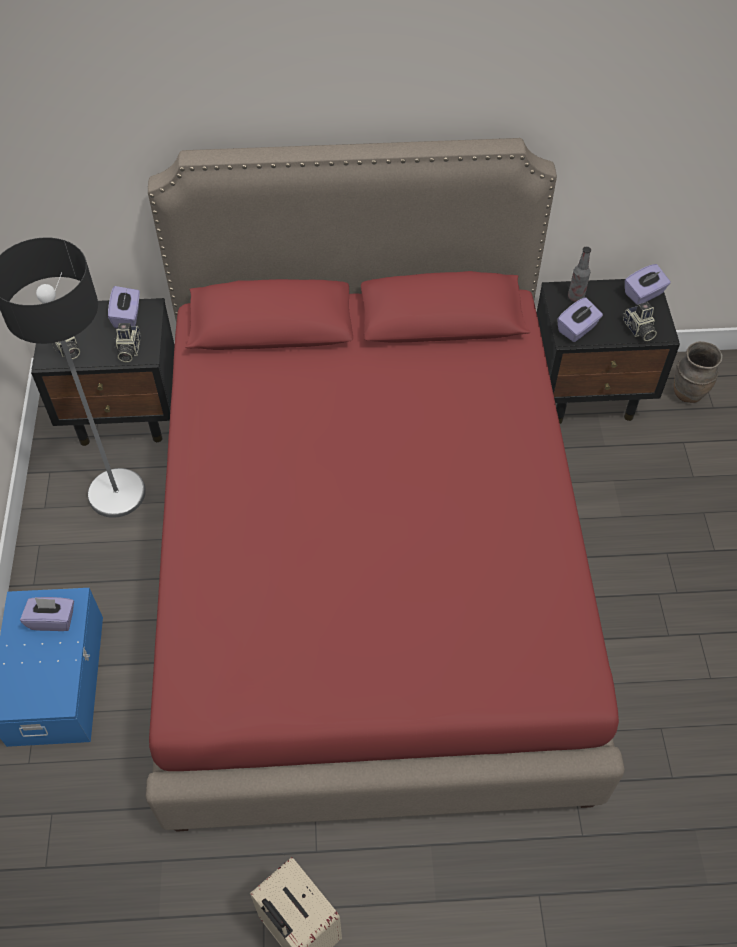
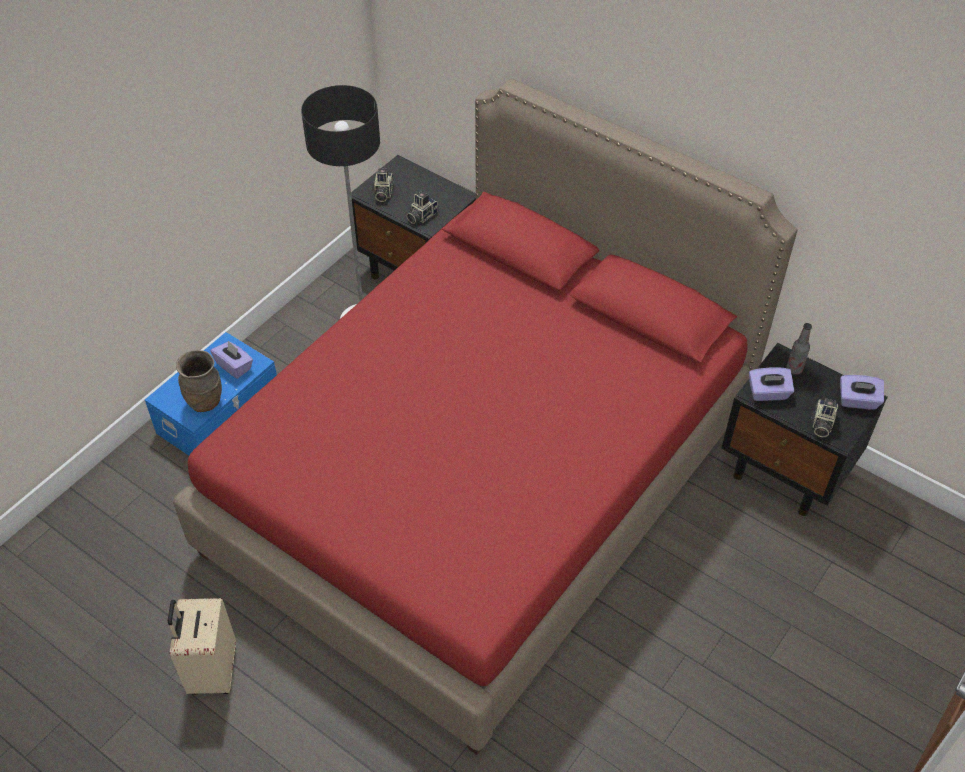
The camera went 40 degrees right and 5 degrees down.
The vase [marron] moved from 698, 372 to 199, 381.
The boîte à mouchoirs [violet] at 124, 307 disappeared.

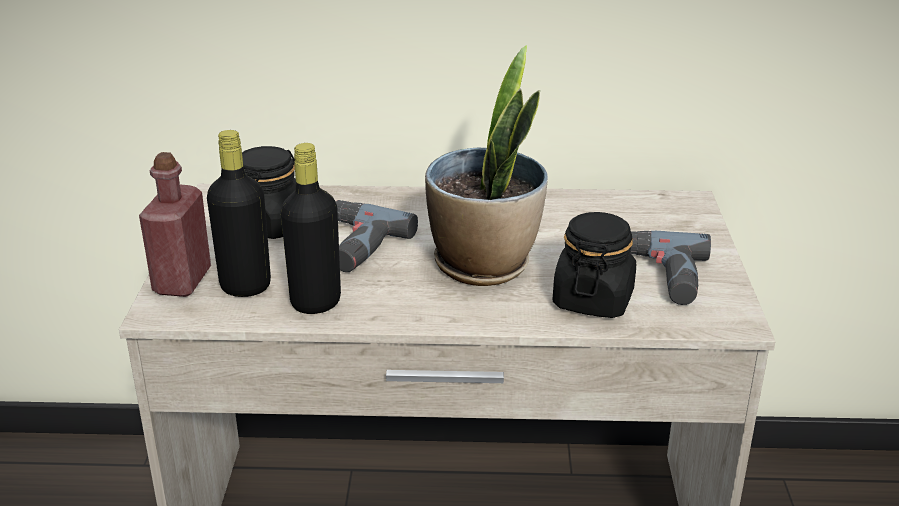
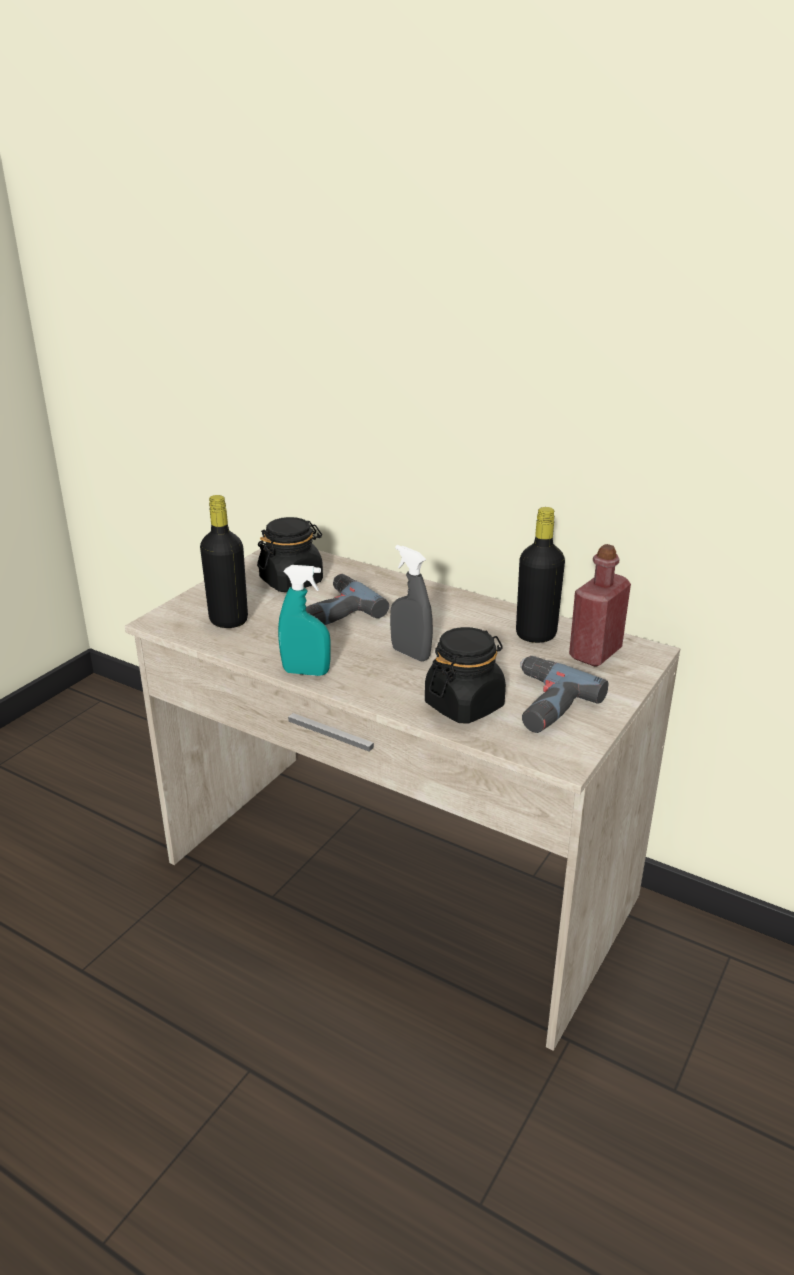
The camera went 30 degrees right and 0 degrees up.
The vaporisateur [turquoise] at 304, 620 appeared.
The plante en pot at 486, 165 was replaced by the vaporisateur [gris] at 411, 603.
The bouteille [noir] moved from 311, 228 to 540, 575.
The bouteille [rouge] moved from 175, 224 to 600, 605.

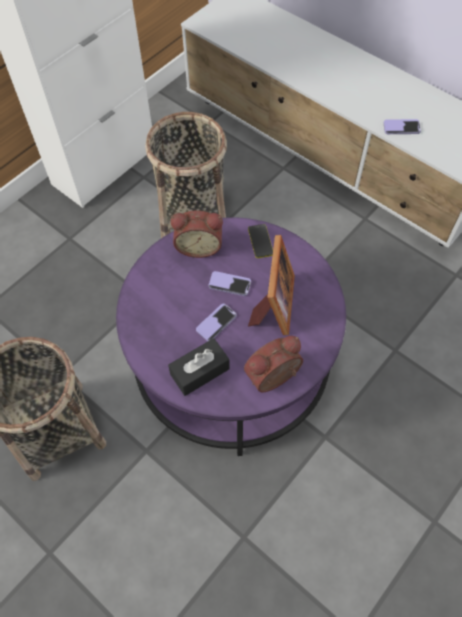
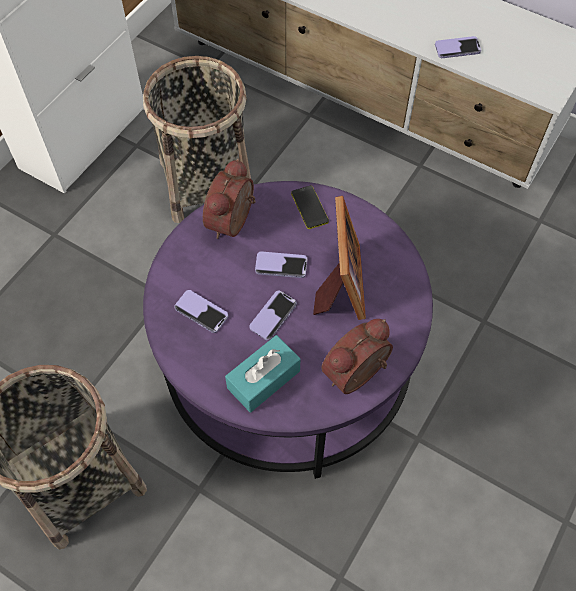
The camera went 10 degrees left and 0 degrees up.
The téléphone at 201, 311 appeared.
The réveil at 196, 234 turned 120 degrees clockwise.
The boîte à mouchoirs [noir] at 199, 367 became the boîte à mouchoirs [turquoise] at 262, 373.

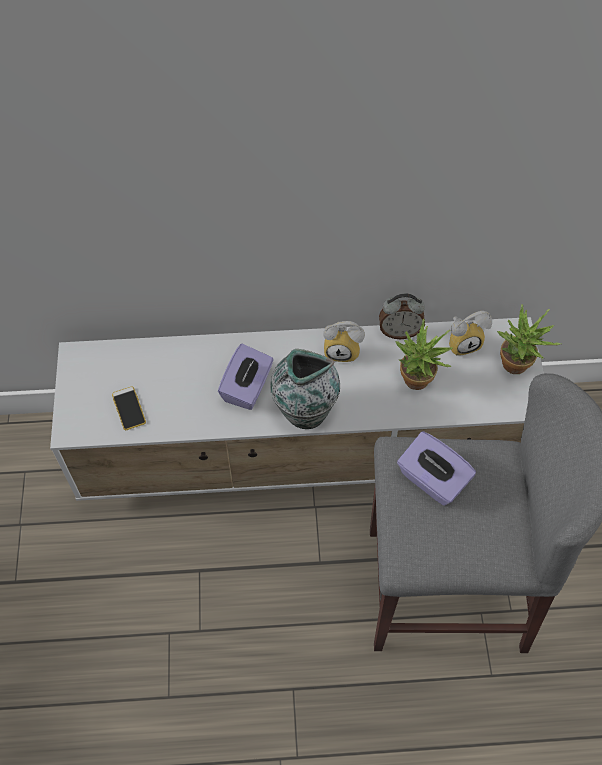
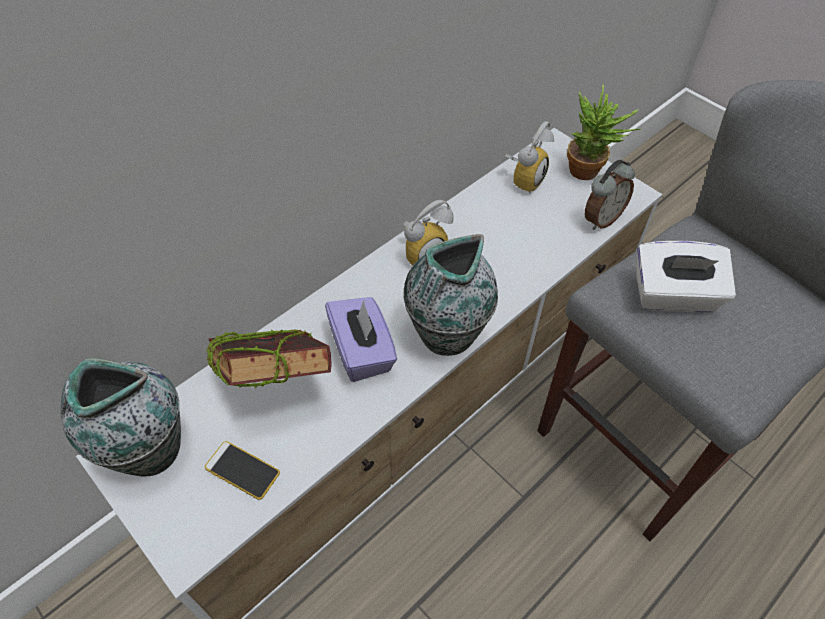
The camera went 40 degrees left and 5 degrees down.
The vase at 120, 417 appeared.
The livre at 269, 359 appeared.
The réveil moved from 402, 316 to 610, 195.
The boîte à mouchoirs [violet] at 436, 468 became the boîte à mouchoirs [blanc] at 686, 277.
The plante en pot at 424, 354 disappeared.

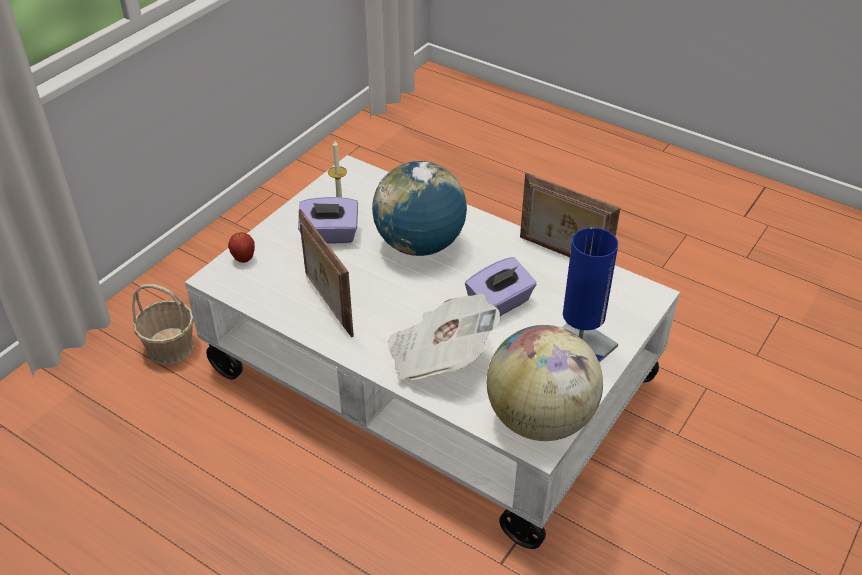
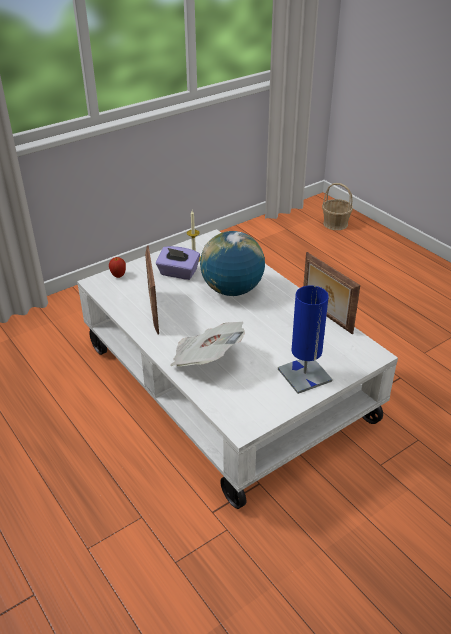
The camera went 20 degrees right and 5 degrees down.
The panier moved from 163, 324 to 337, 206.
The boîte à mouchoirs [violet] at 501, 286 disappeared.
The globe at 545, 383 disappeared.

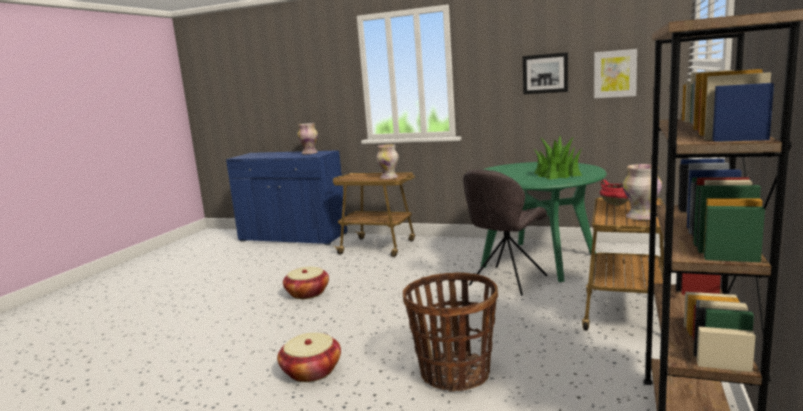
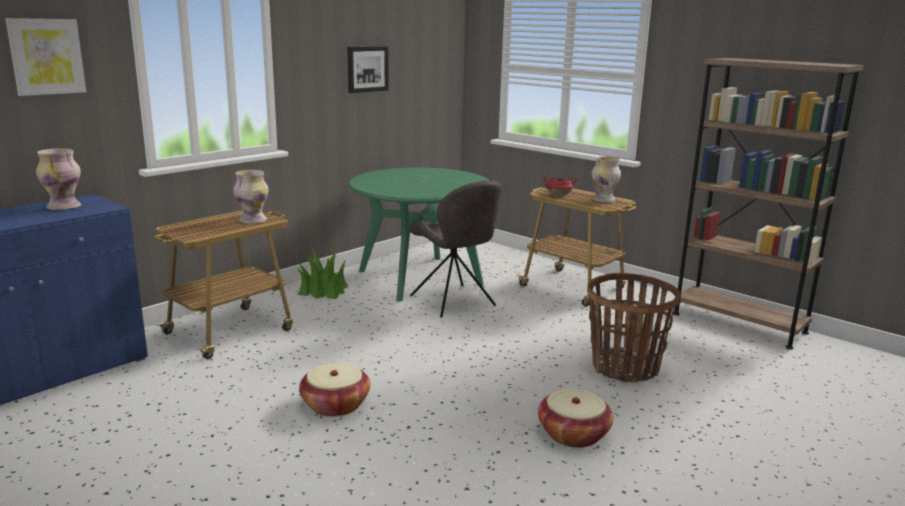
The camera went 70 degrees left and 5 degrees up.
The tableau moved from 615, 73 to 45, 57.
The plante en pot moved from 558, 158 to 322, 274.

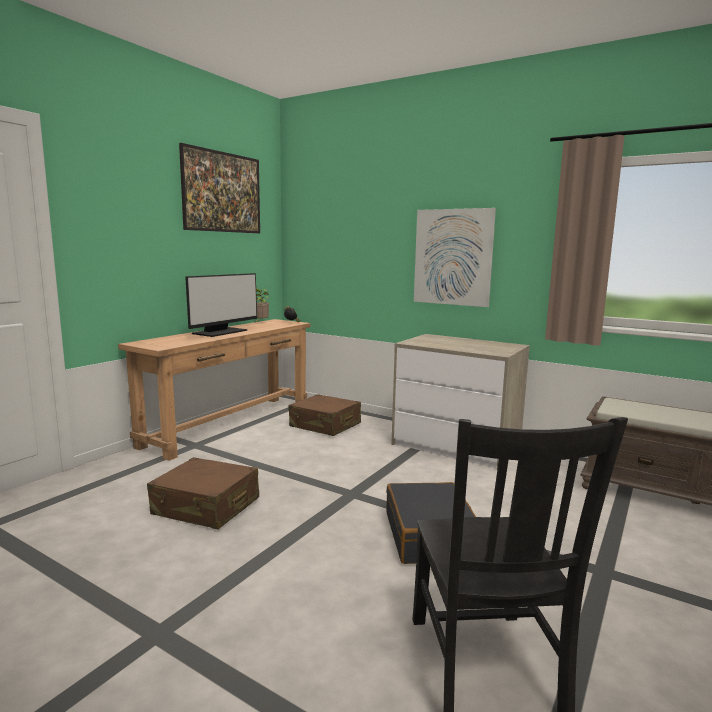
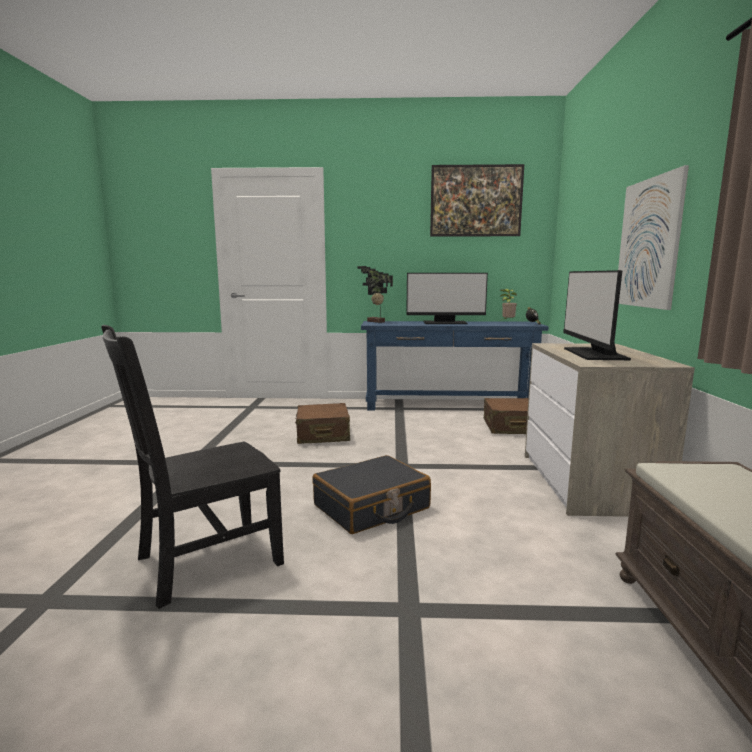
The camera went 60 degrees right and 0 degrees up.
The plante en pot at 375, 294 appeared.
The table console [marron] at 214, 390 became the table console [bleu] at 455, 365.
The écran d'ordinateur at 597, 315 appeared.

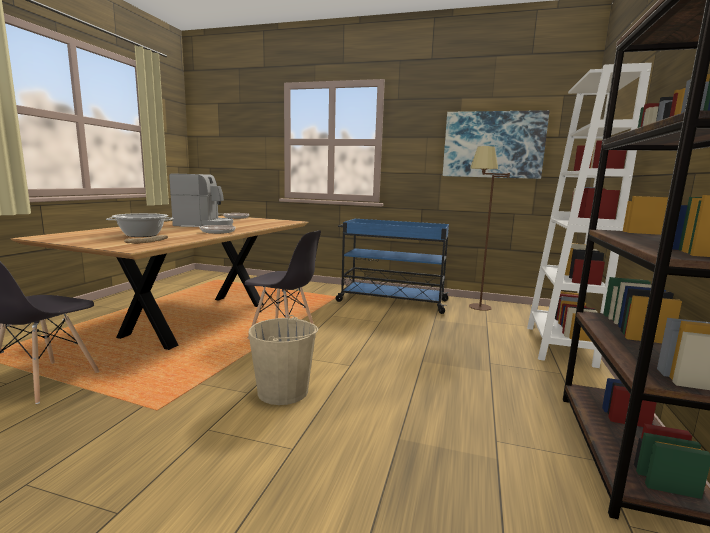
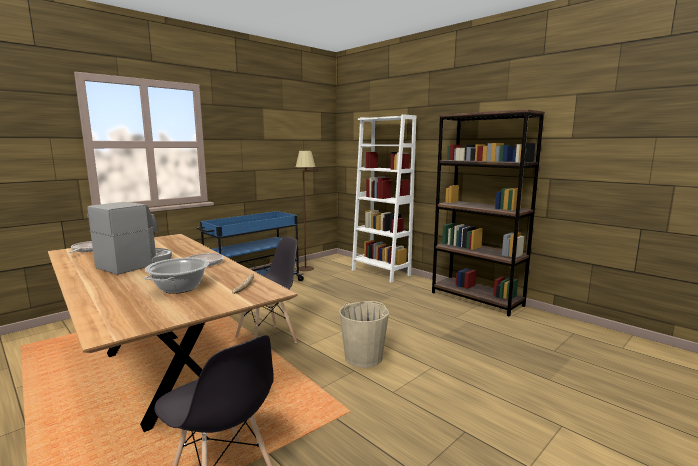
The camera went 60 degrees left and 0 degrees up.
The tableau at 496, 144 disappeared.

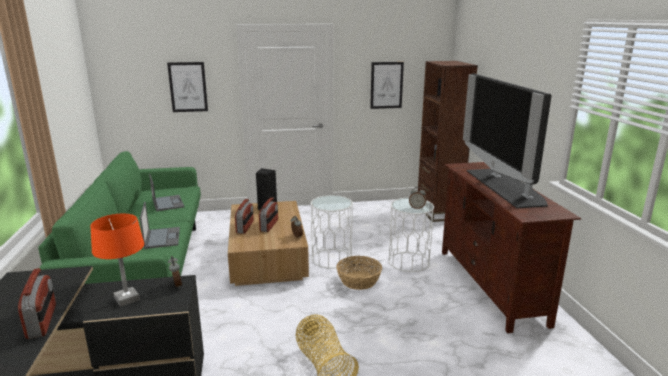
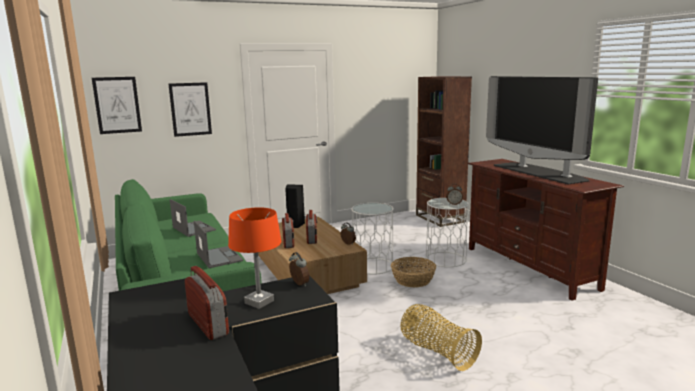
The camera went 15 degrees left and 5 degrees down.
The tableau moved from 387, 85 to 117, 105.

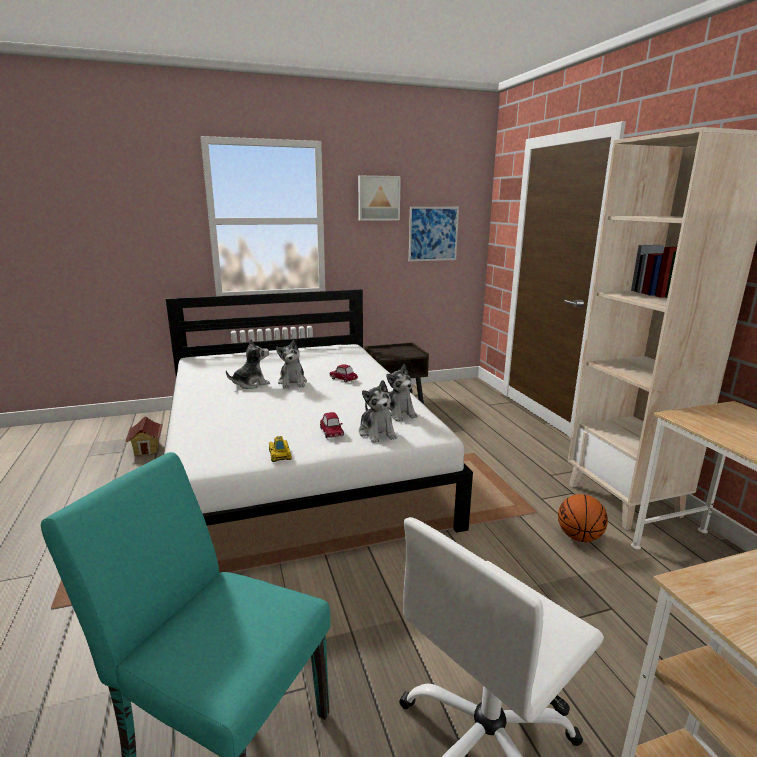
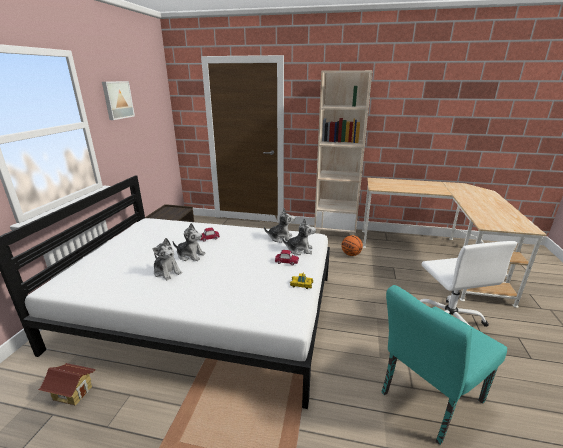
The camera went 60 degrees left and 5 degrees up.
The peluche at 248, 364 turned 135 degrees clockwise.
The tableau at 434, 234 disappeared.

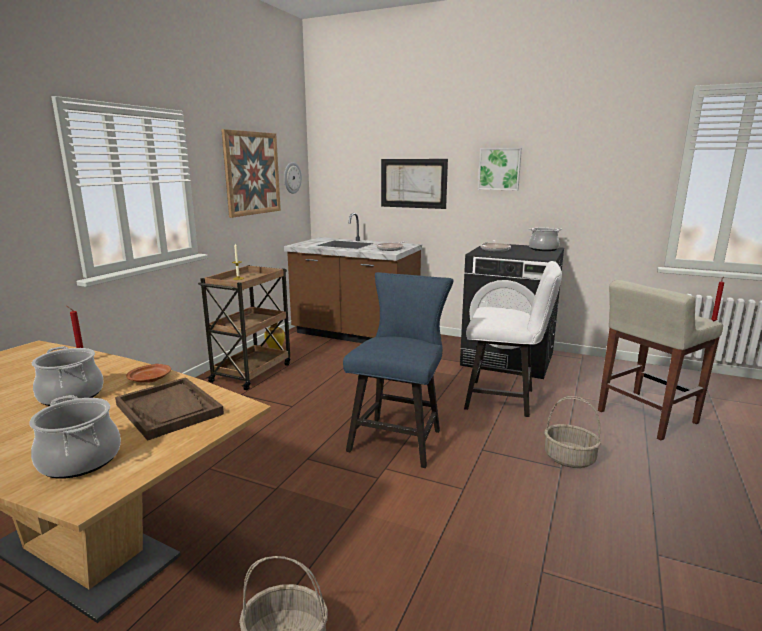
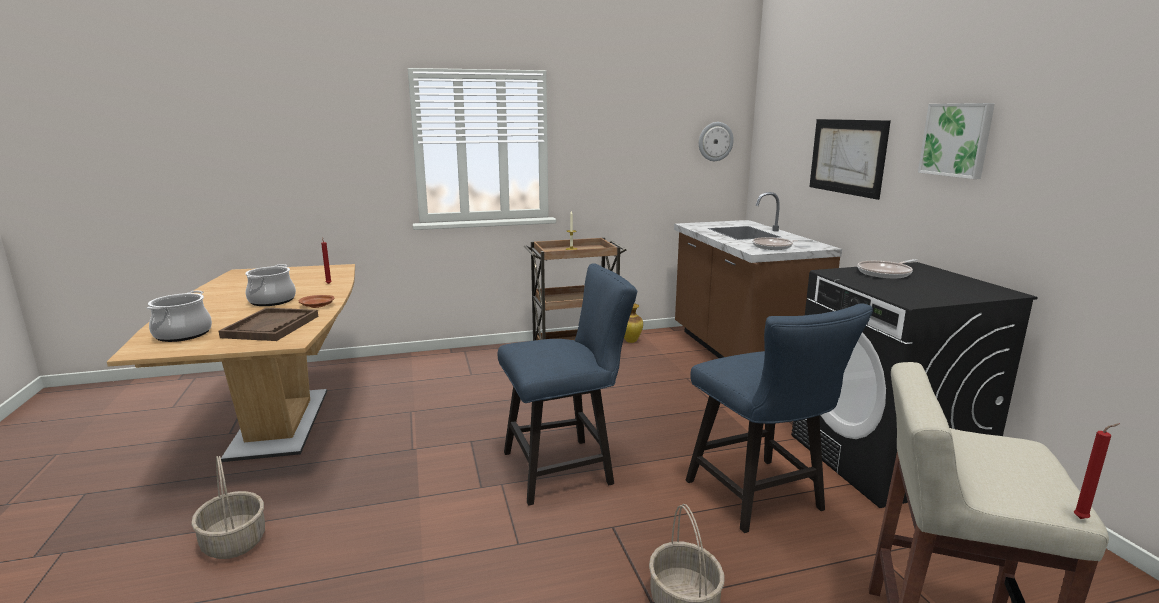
The camera went 50 degrees right and 0 degrees up.
The chaise [blanc] at 513, 339 became the chaise [bleu] at 779, 418.
The tableau at 251, 173 disappeared.
The marmite at 545, 239 disappeared.

